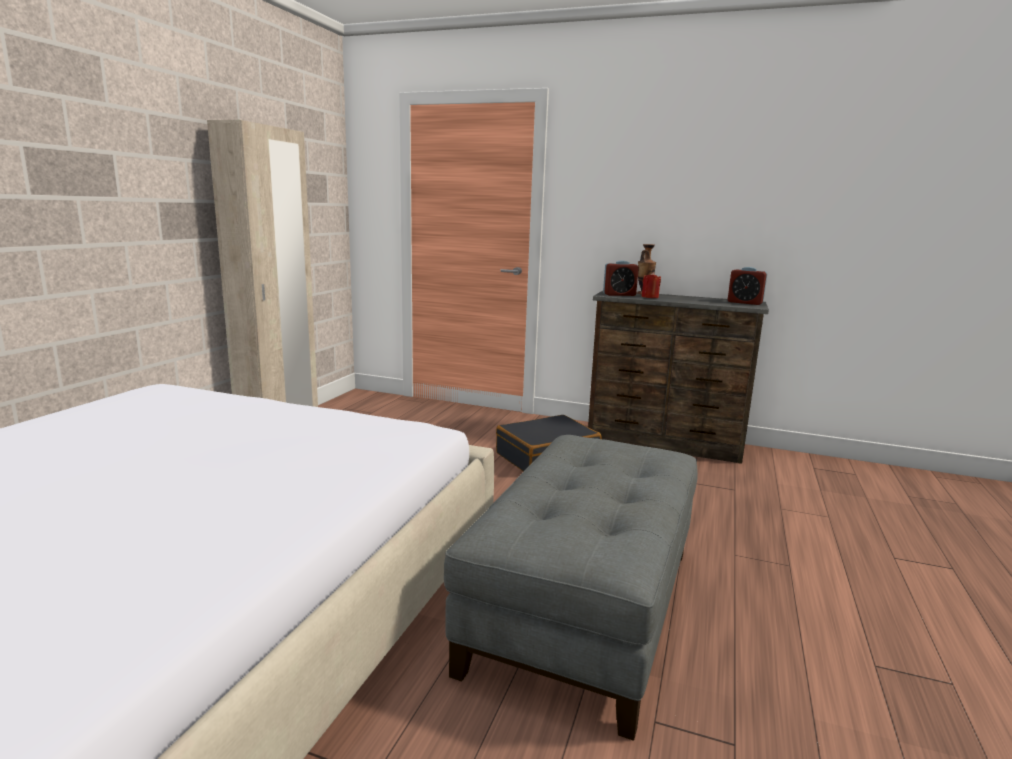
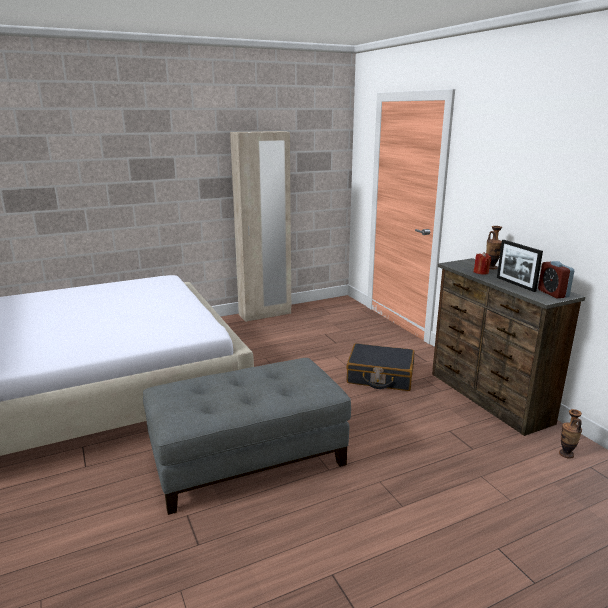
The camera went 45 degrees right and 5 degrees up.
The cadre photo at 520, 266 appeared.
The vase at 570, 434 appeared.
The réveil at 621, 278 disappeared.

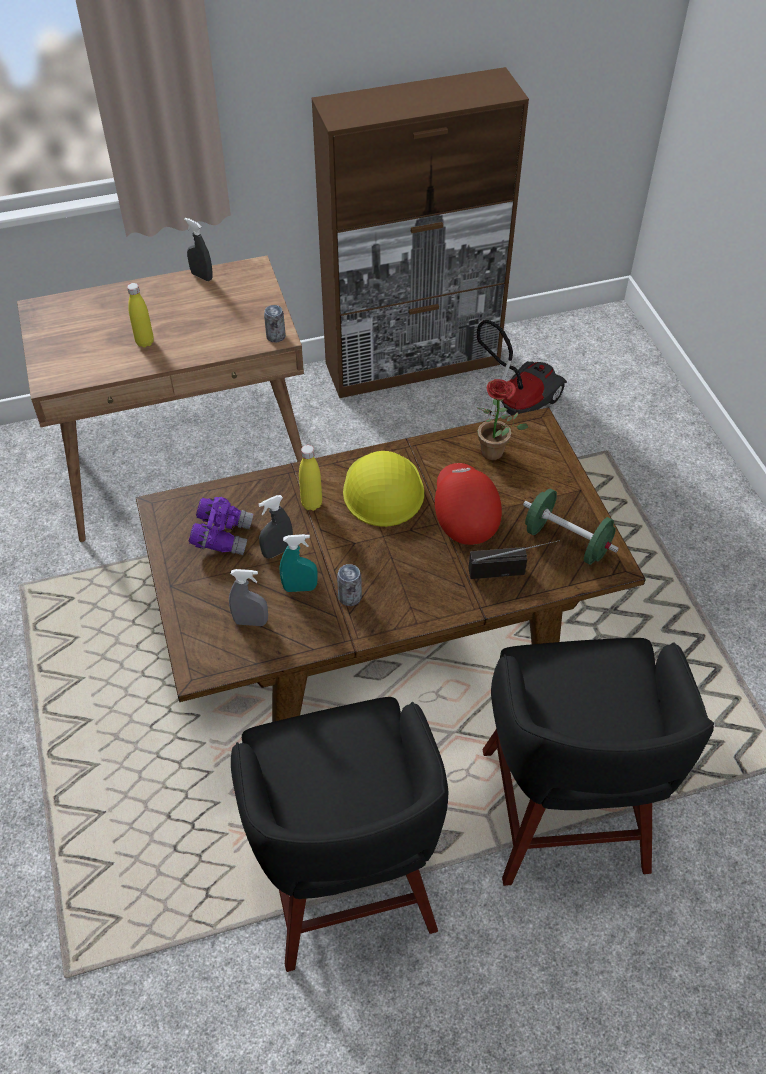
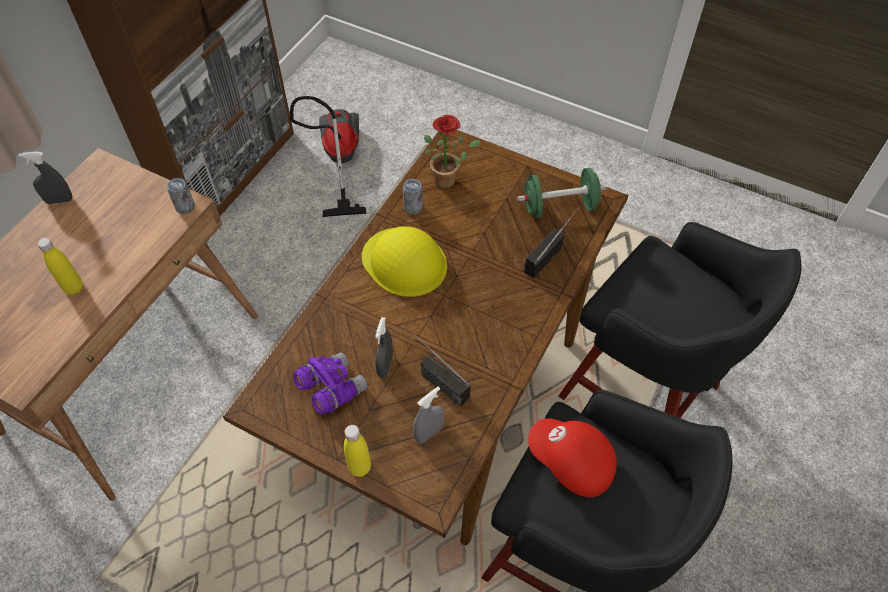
The camera went 45 degrees left and 5 degrees up.
The bouteille [jaune] moved from 310, 478 to 357, 451.
The boîte métallique moved from 349, 585 to 412, 197.
The vaporisateur [turquoise] at 299, 563 was replaced by the radio at 438, 366.
The casquette [rouge] moved from 468, 504 to 572, 457.

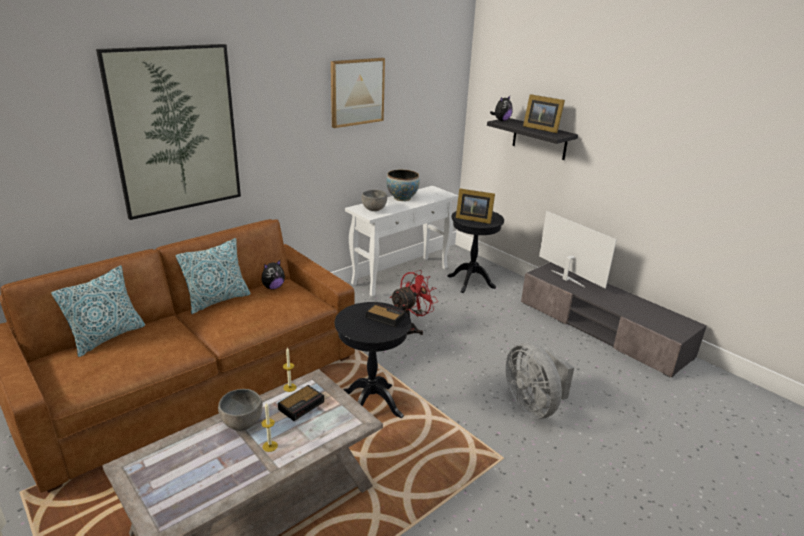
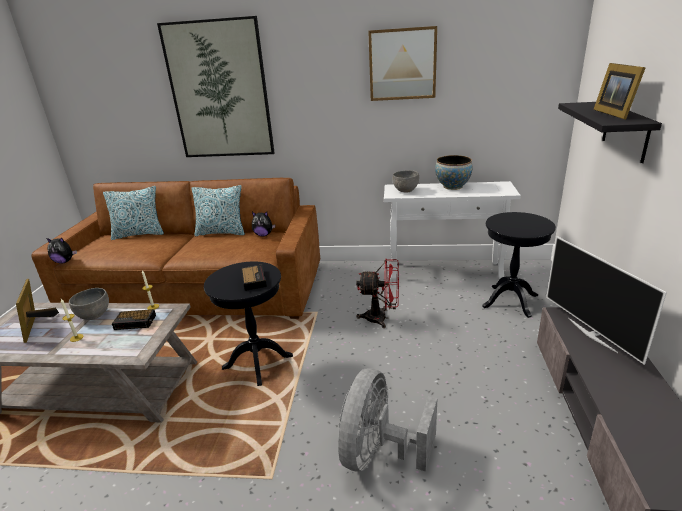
The camera went 50 degrees right and 0 degrees up.
The cadre photo moved from 475, 206 to 37, 311.
The peluche moved from 501, 108 to 62, 251.
The téléviseur at 578, 250 turned 150 degrees clockwise.

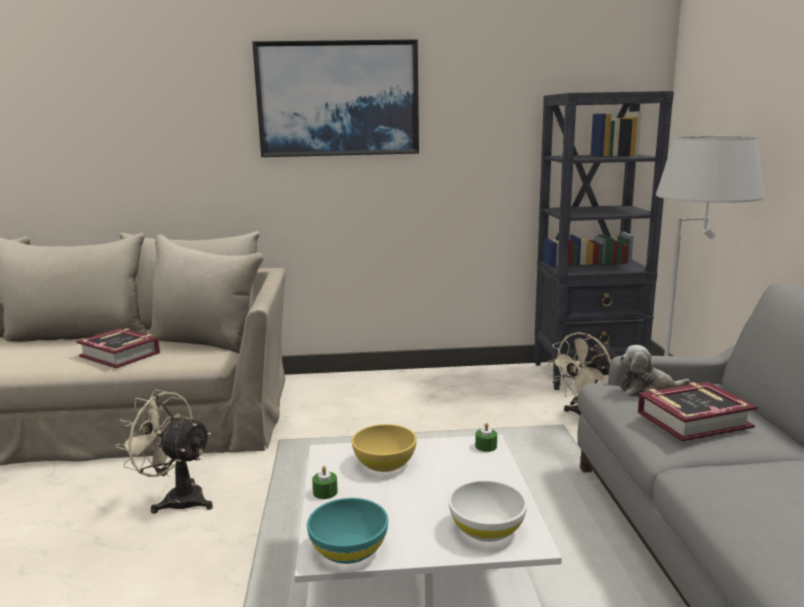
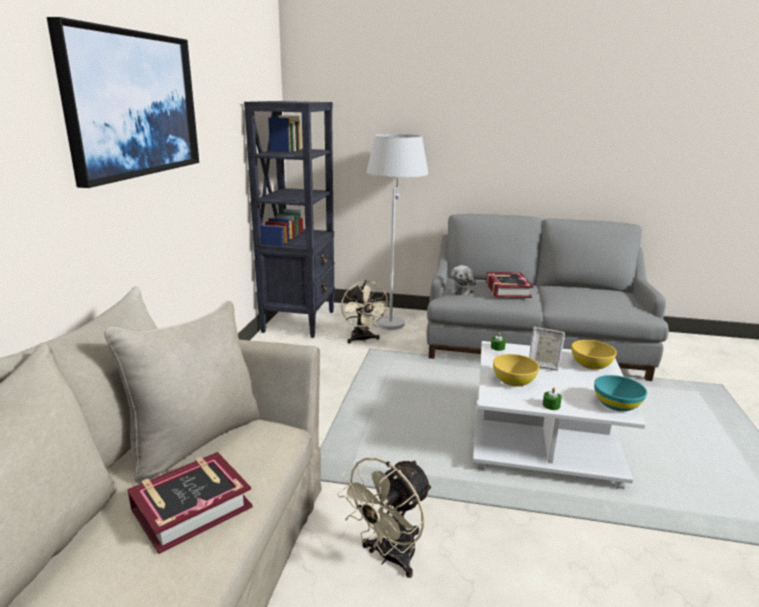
The camera went 75 degrees left and 5 degrees up.
The cadre photo at 547, 349 appeared.
The bol [blanc] at 488, 511 became the bol [jaune] at 594, 355.

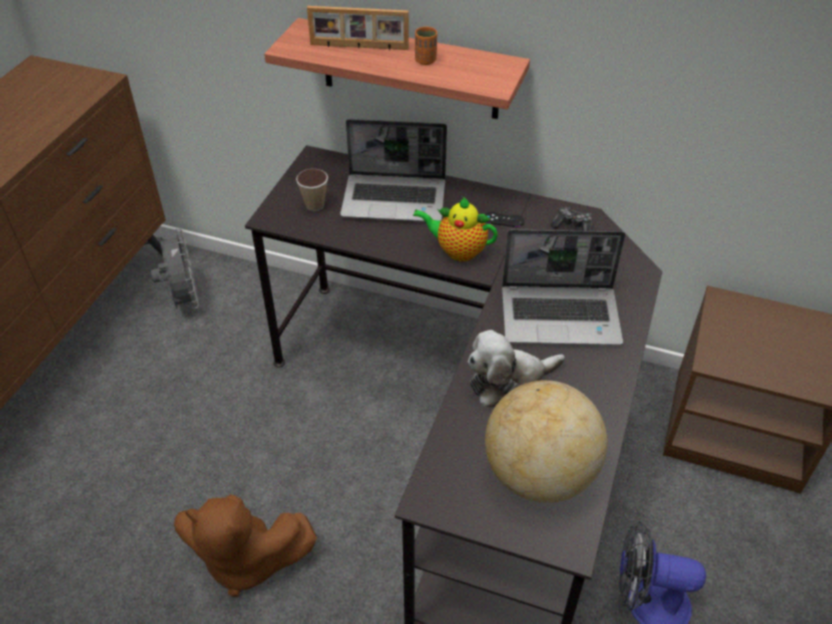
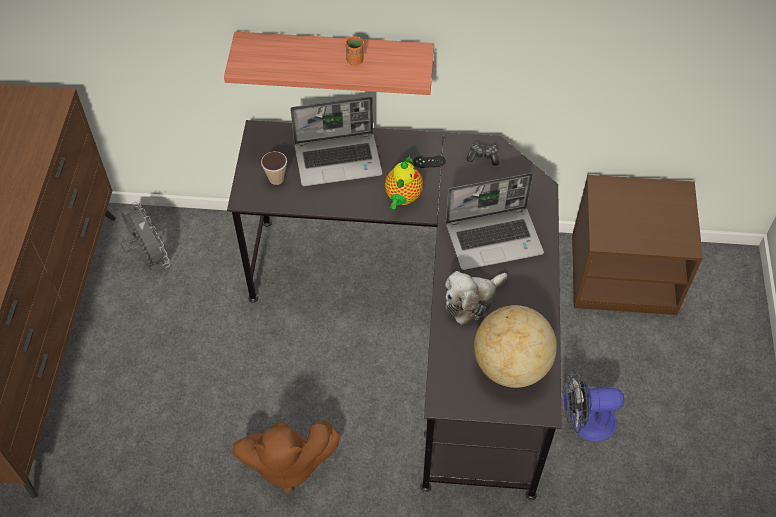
The camera went 15 degrees left and 10 degrees up.
The théière at 455, 229 turned 75 degrees counterclockwise.
The cadre photo at 358, 28 disappeared.

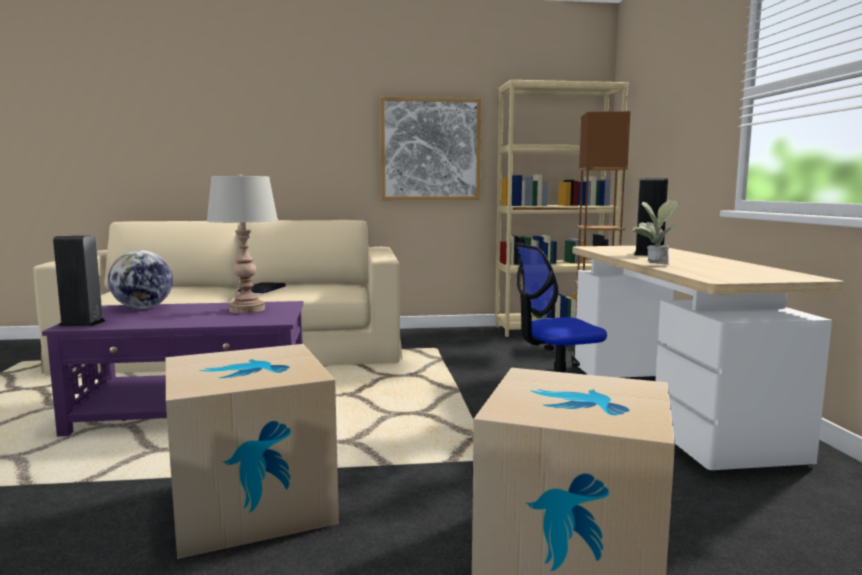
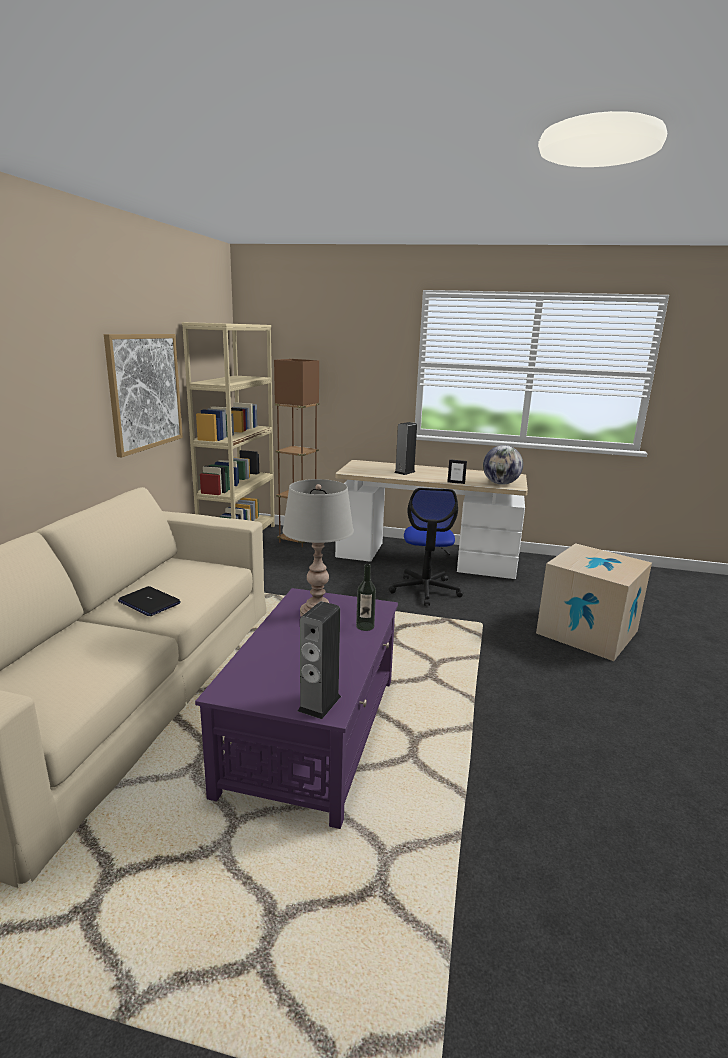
The camera went 70 degrees left and 10 degrees up.
The bouteille at 366, 597 appeared.
The plante en pot at 655, 233 was replaced by the cadre photo at 457, 471.
The globe moved from 140, 279 to 503, 465.
The carton at 252, 451 disappeared.

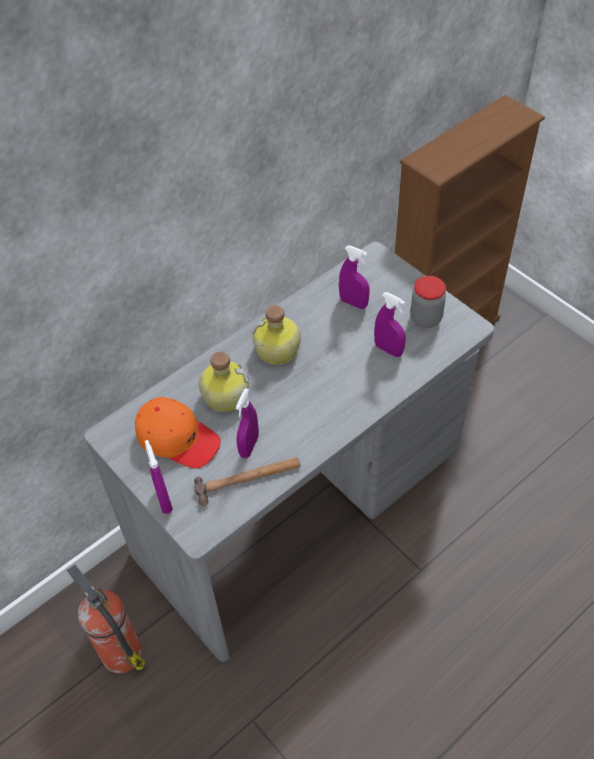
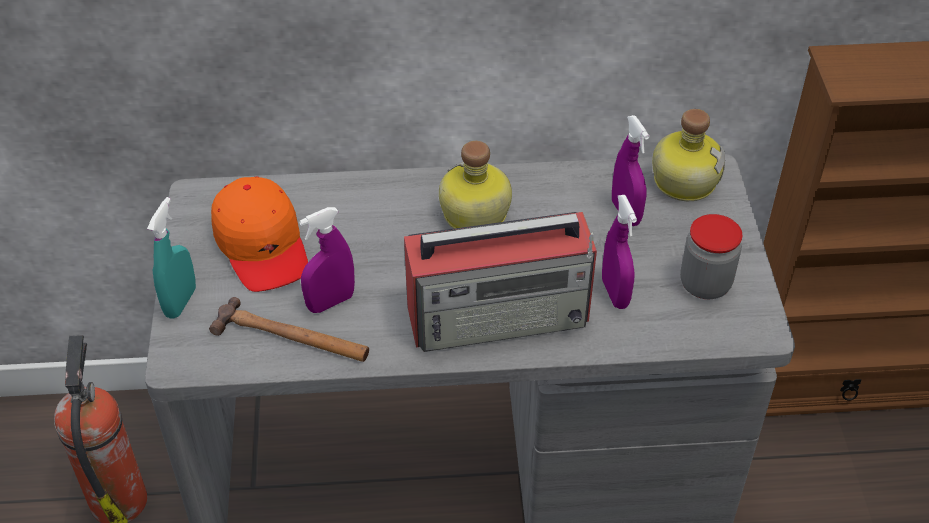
The camera went 35 degrees right and 5 degrees down.
The vaporisateur [violet] at 159, 477 became the vaporisateur [turquoise] at 171, 258.
The radio at 500, 282 appeared.
The bouteille moved from 224, 381 to 688, 155.

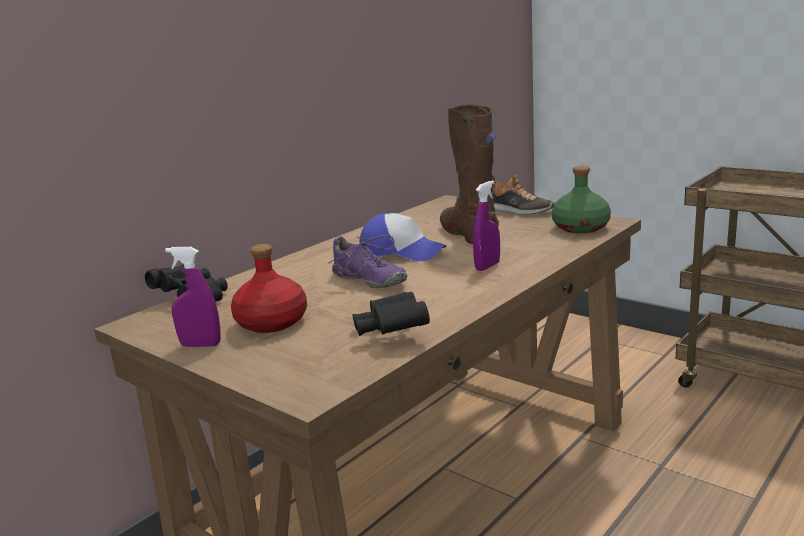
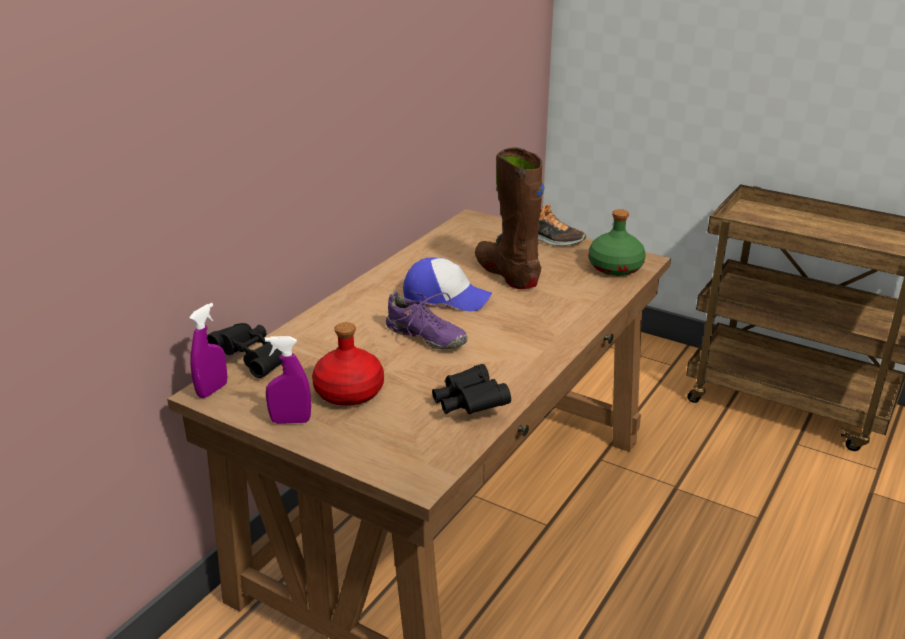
The camera went 10 degrees left and 10 degrees up.
The vaporisateur [violet] moved from 486, 225 to 208, 350.

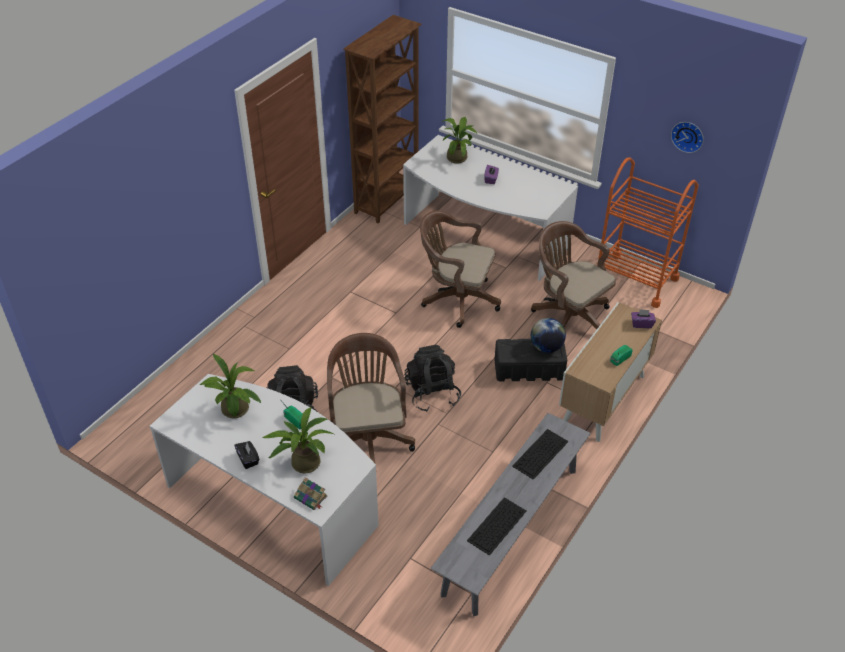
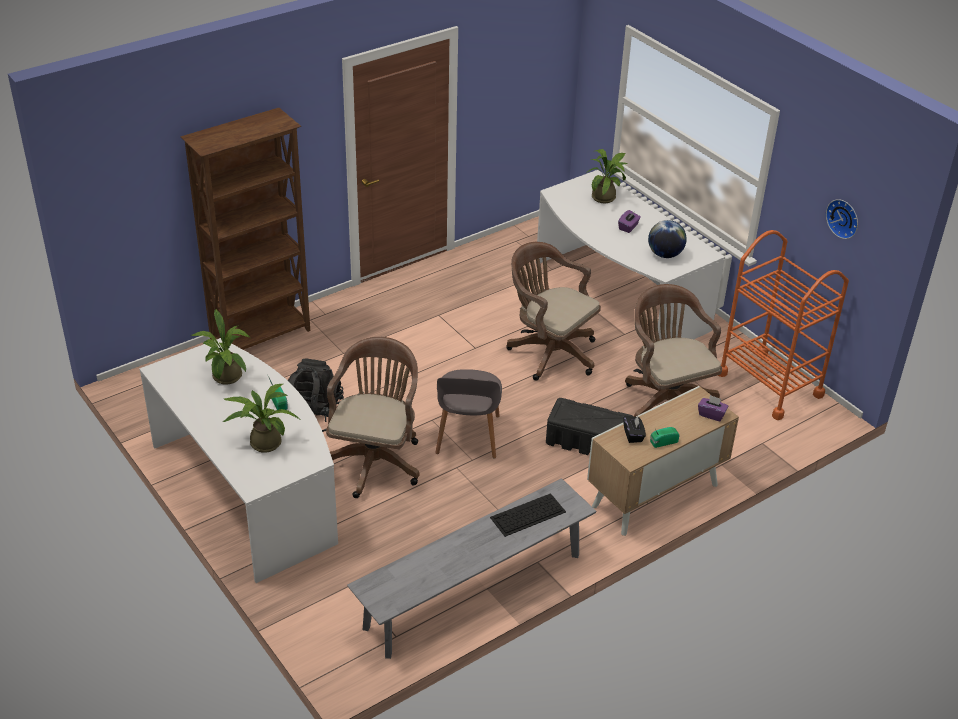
The camera went 20 degrees right and 5 degrees down.
The bibliothèque [marron] moved from 382, 119 to 245, 229.
The sac à dos [noir] at 433, 378 was replaced by the chaise [gris] at 468, 413.
The boîte à mouchoirs [noir] moved from 247, 455 to 634, 429.
The globe moved from 548, 335 to 667, 239.
The livre at 310, 493 disappeared.
The clavier at 496, 526 disappeared.

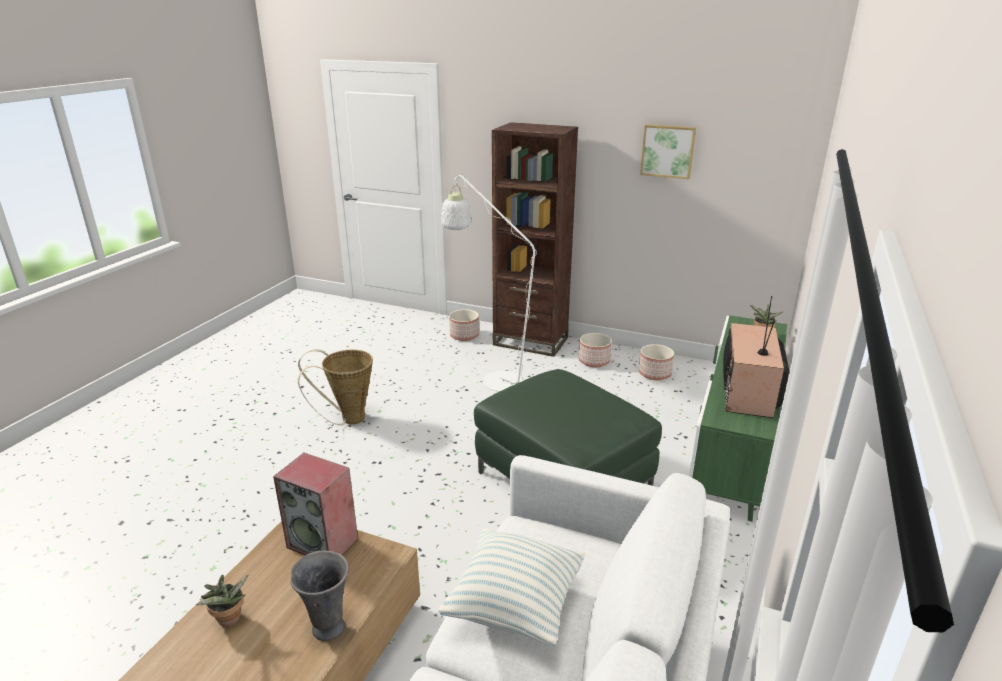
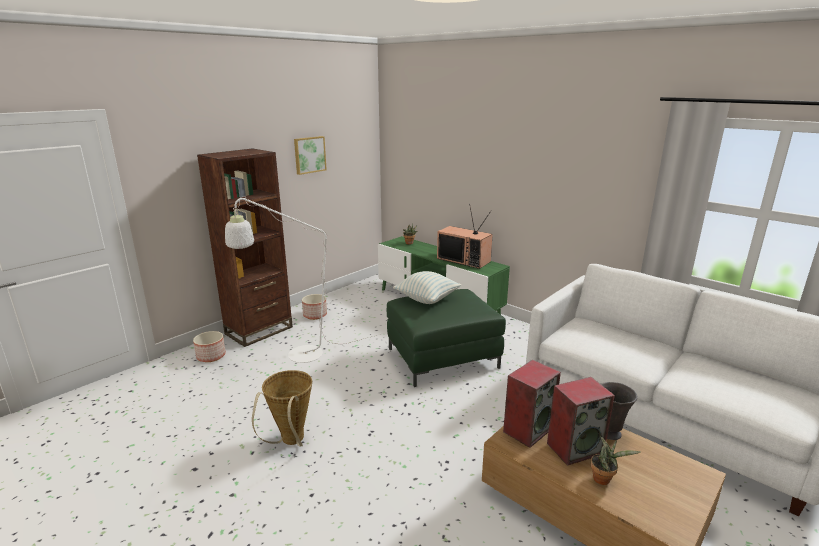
The camera went 70 degrees left and 5 degrees down.
The coussin moved from 511, 586 to 427, 287.
The enceinte at 581, 421 appeared.
The cache-pot at 656, 362 disappeared.

